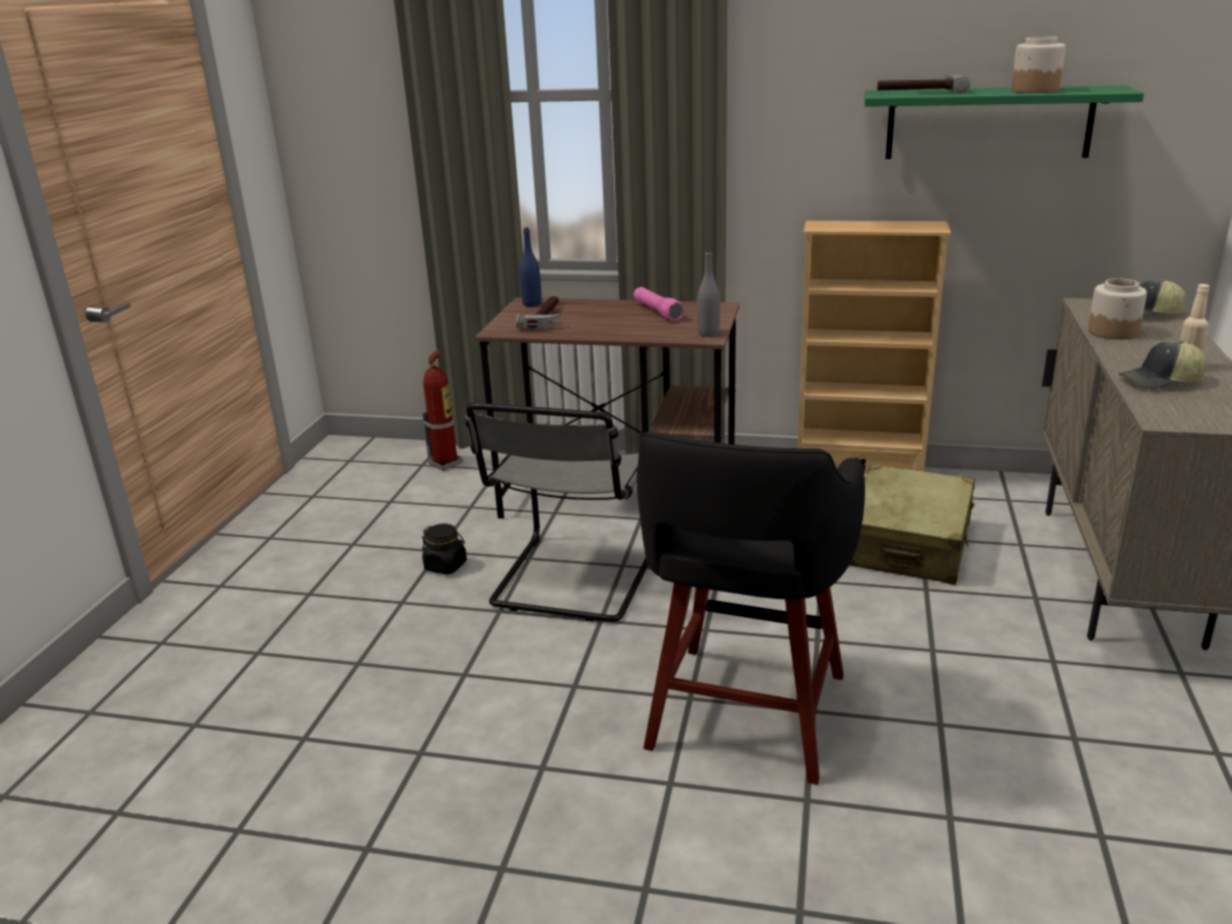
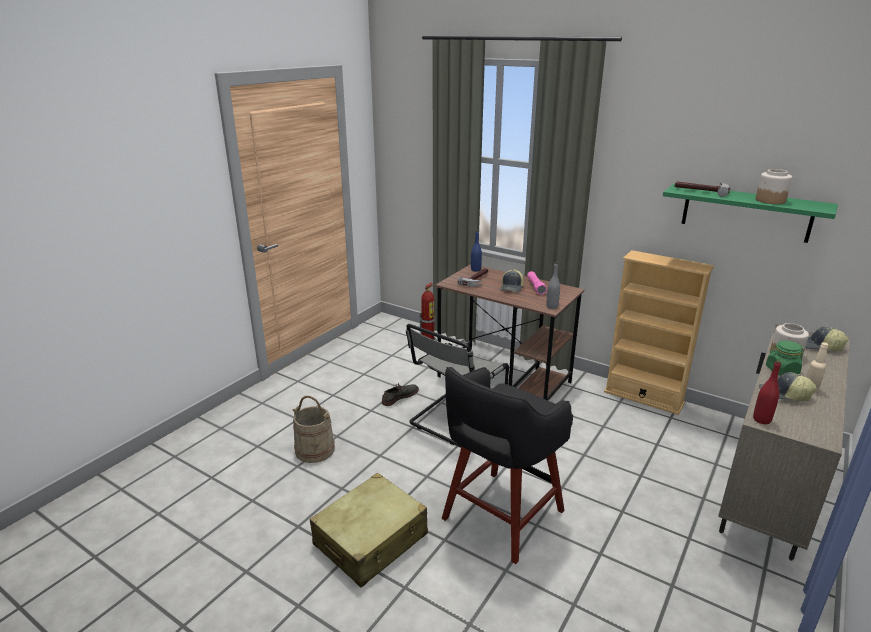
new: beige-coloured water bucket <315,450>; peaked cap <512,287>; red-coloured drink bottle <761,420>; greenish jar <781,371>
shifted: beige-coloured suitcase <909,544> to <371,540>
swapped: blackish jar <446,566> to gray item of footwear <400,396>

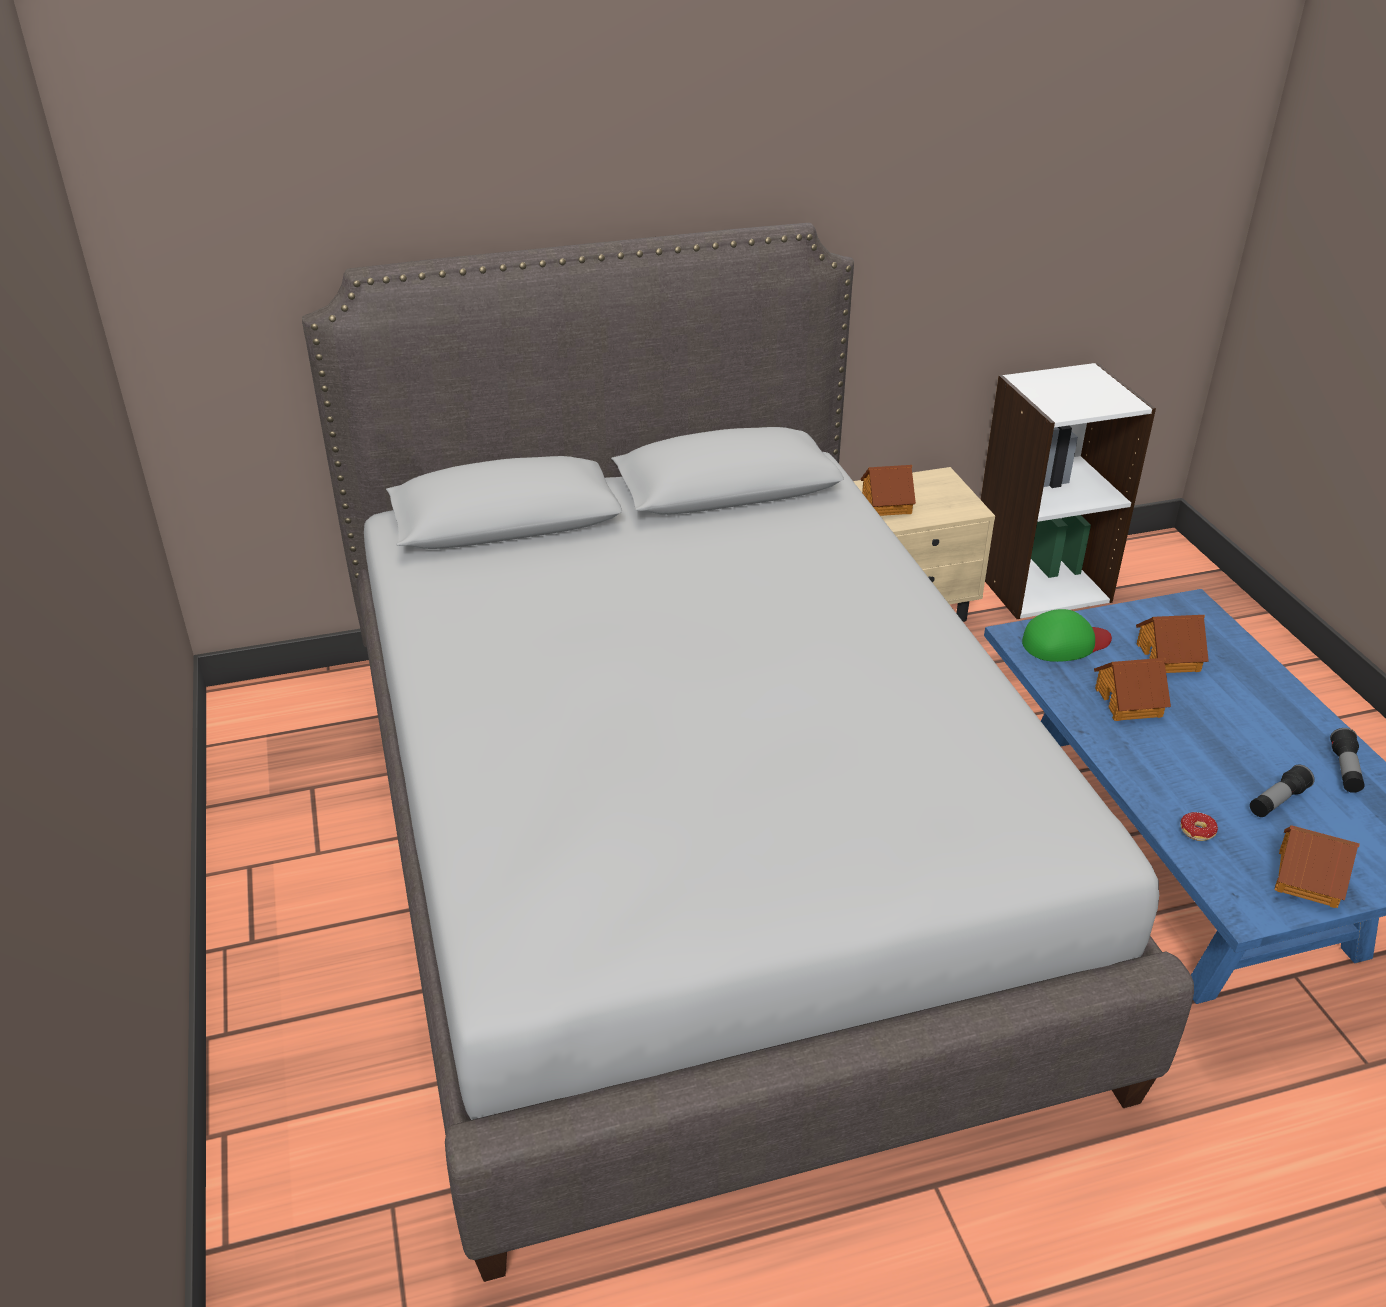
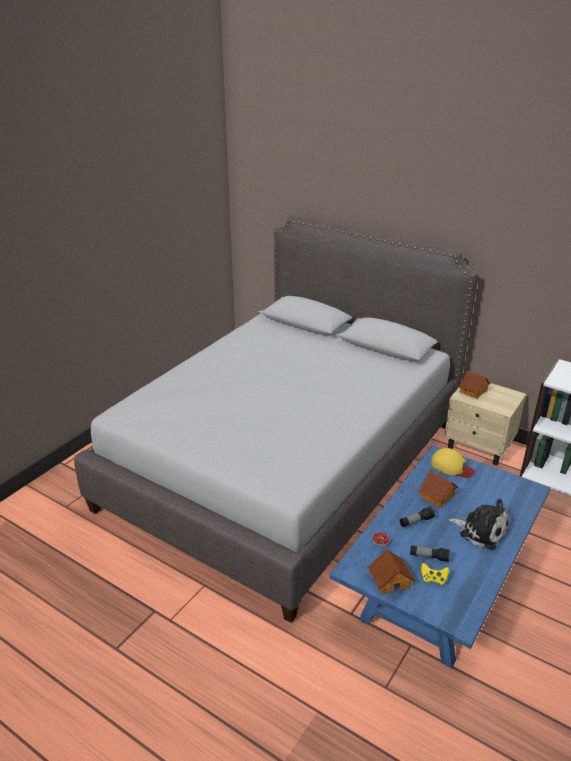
gone: miniature house <1169,657>
new: yellow game controller <433,579>; plush toy <480,530>
shifted: torch <1344,770> to <416,521>
repainted: greenish peaked cap <1065,643> to yellow peaked cap <451,466>

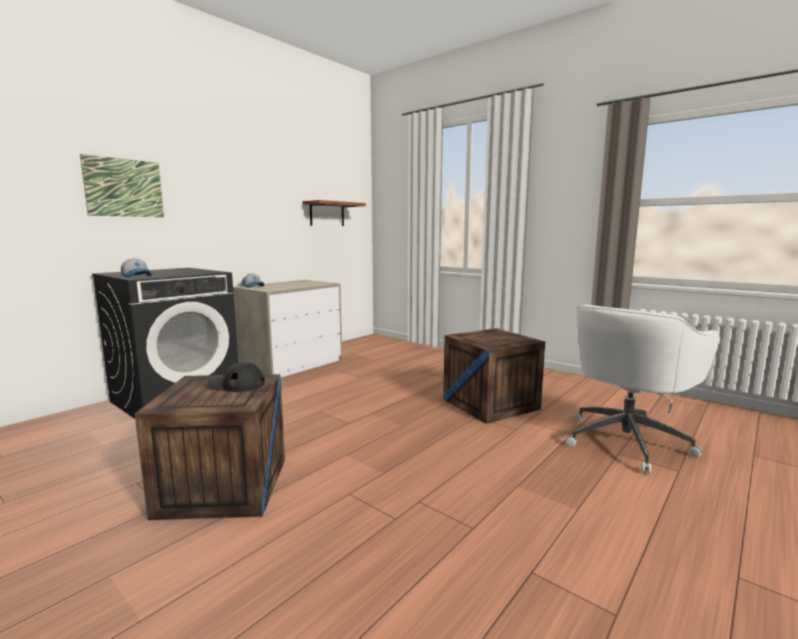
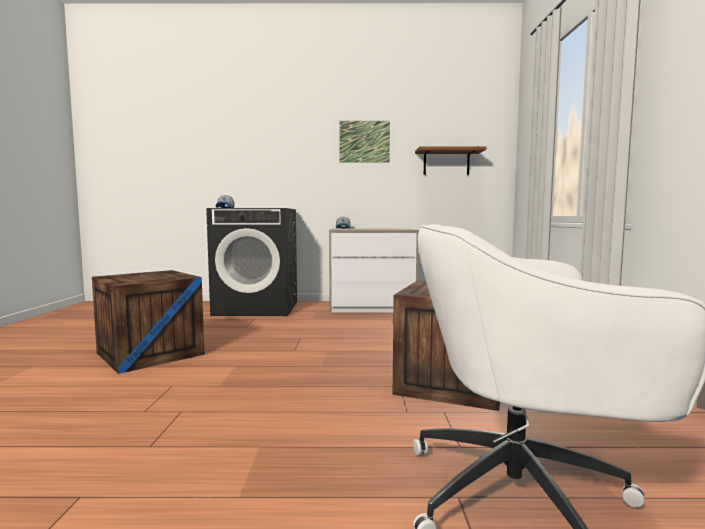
gone: blackish peaked cap <236,385>
shifted: picture <124,187> to <364,141>

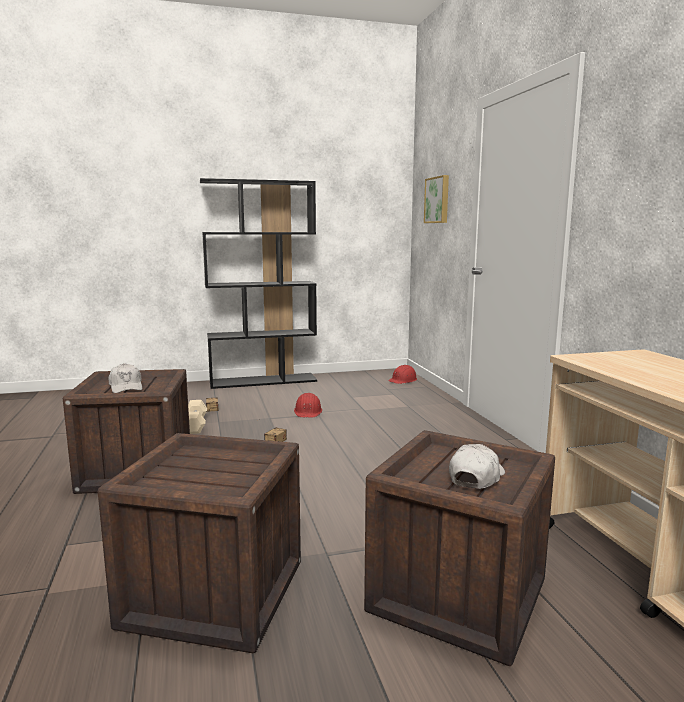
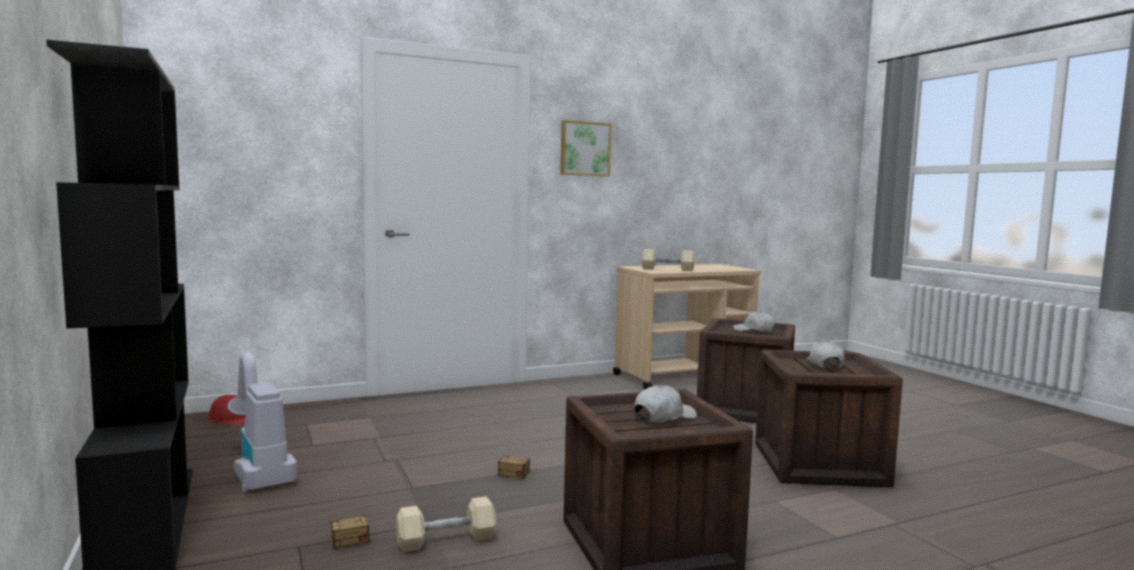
gone: red-coloured work helmet <308,411>
new: vacuum <258,469>; beige-coloured dumbbell <667,269>; white-coloured peaked cap <824,364>
shifted: picture <438,200> to <584,149>

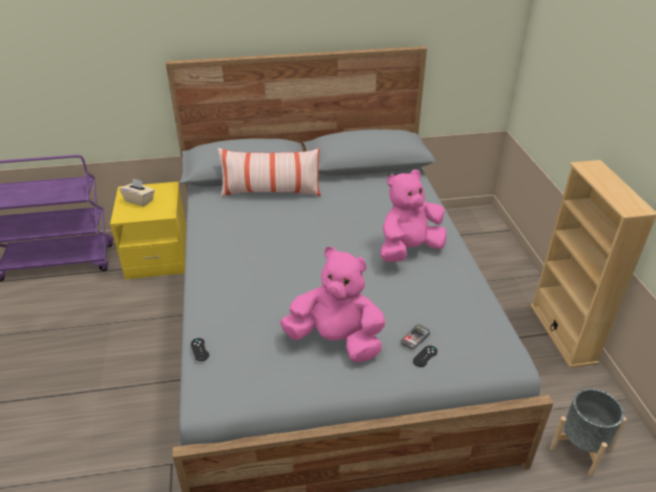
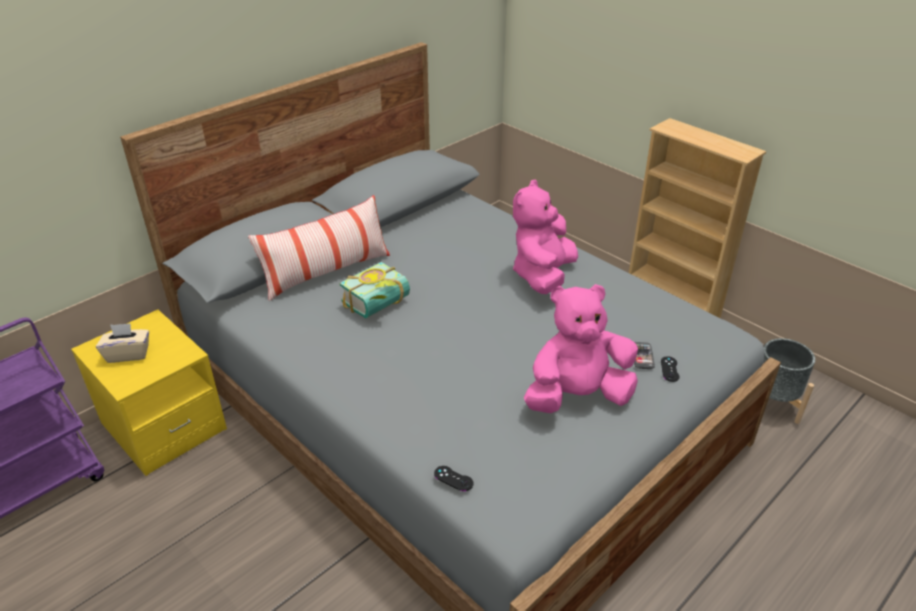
new: book <380,305>

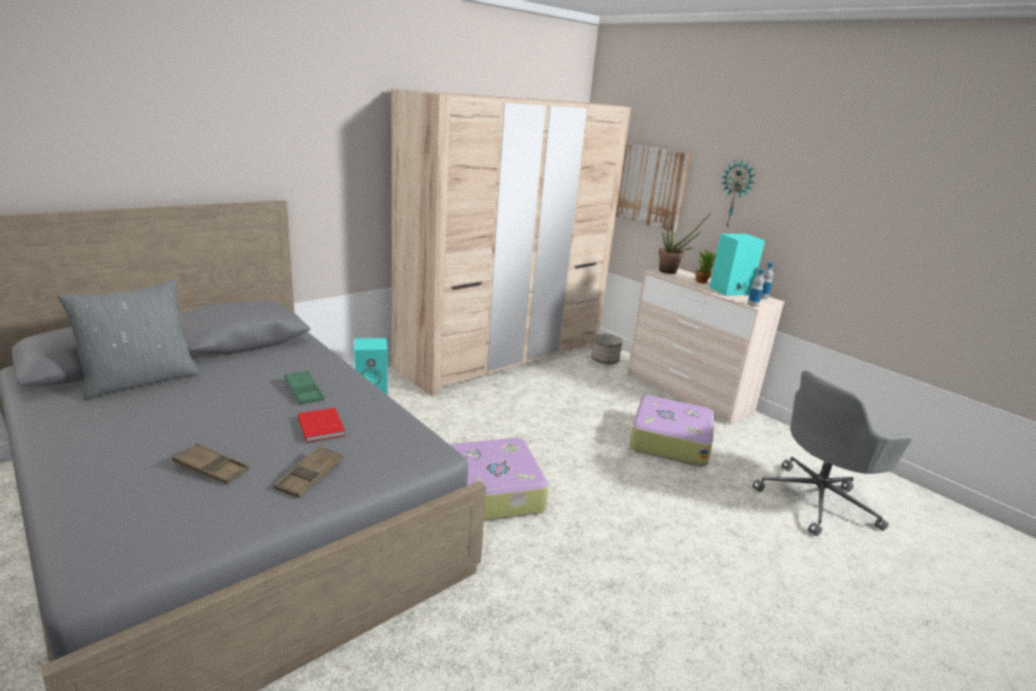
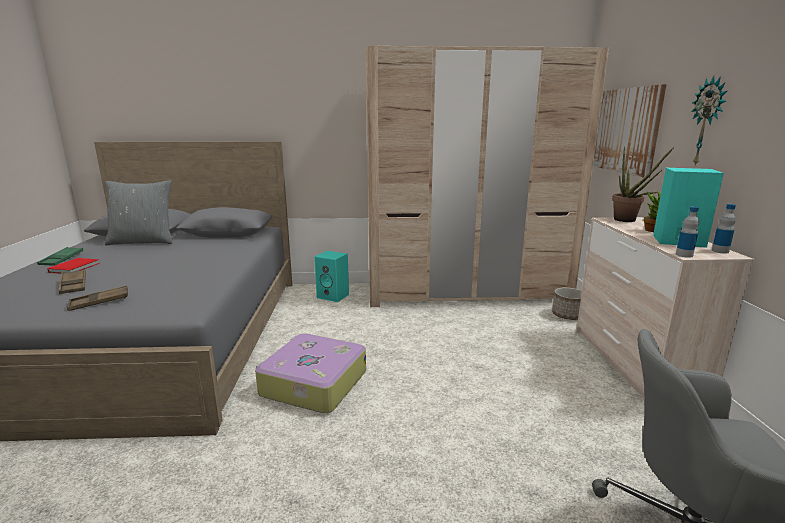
gone: suitcase <669,440>
shifted: greenish carrying tray <304,391> to <62,259>; red-coloured book <321,426> to <76,267>

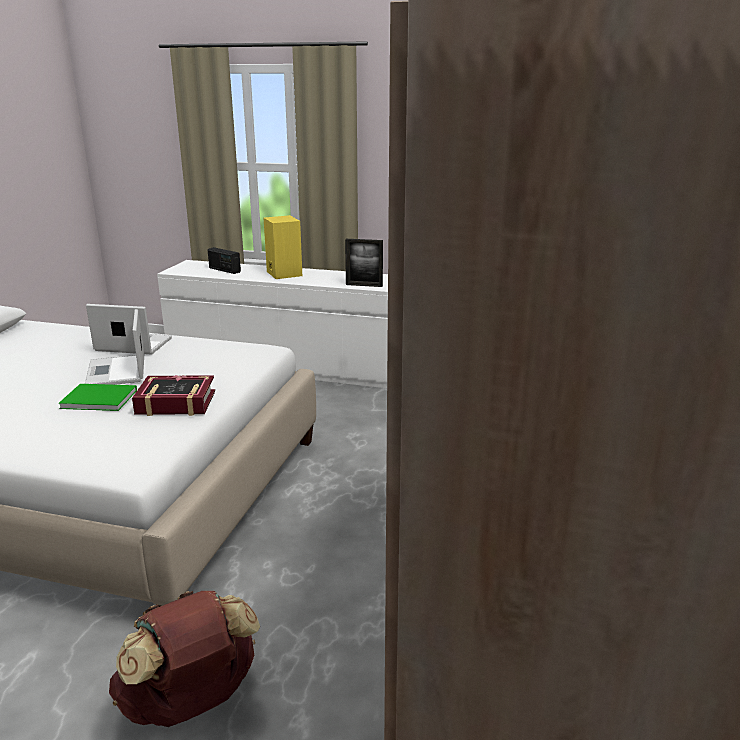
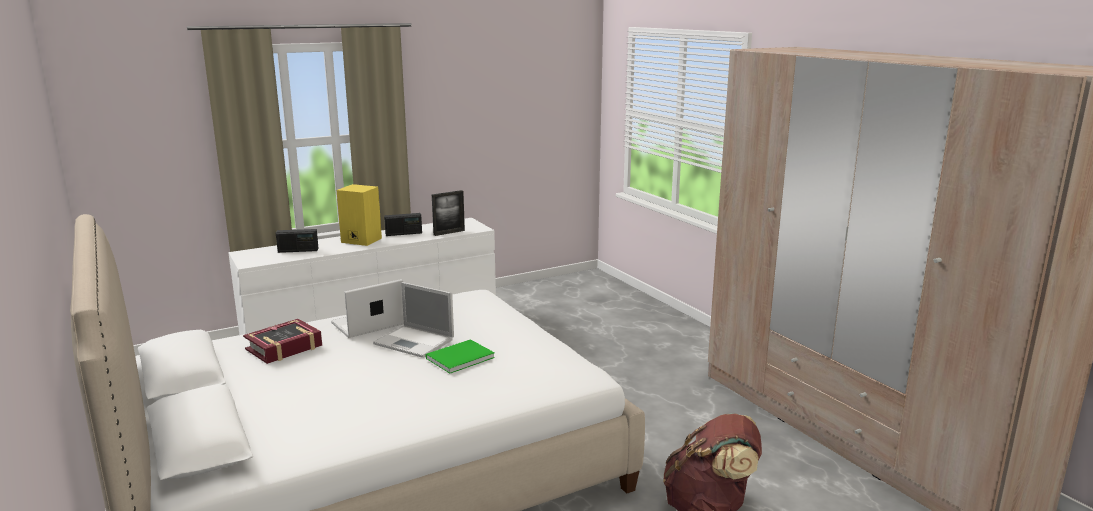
new: radio set <403,233>
shifted: book <176,403> to <284,348>

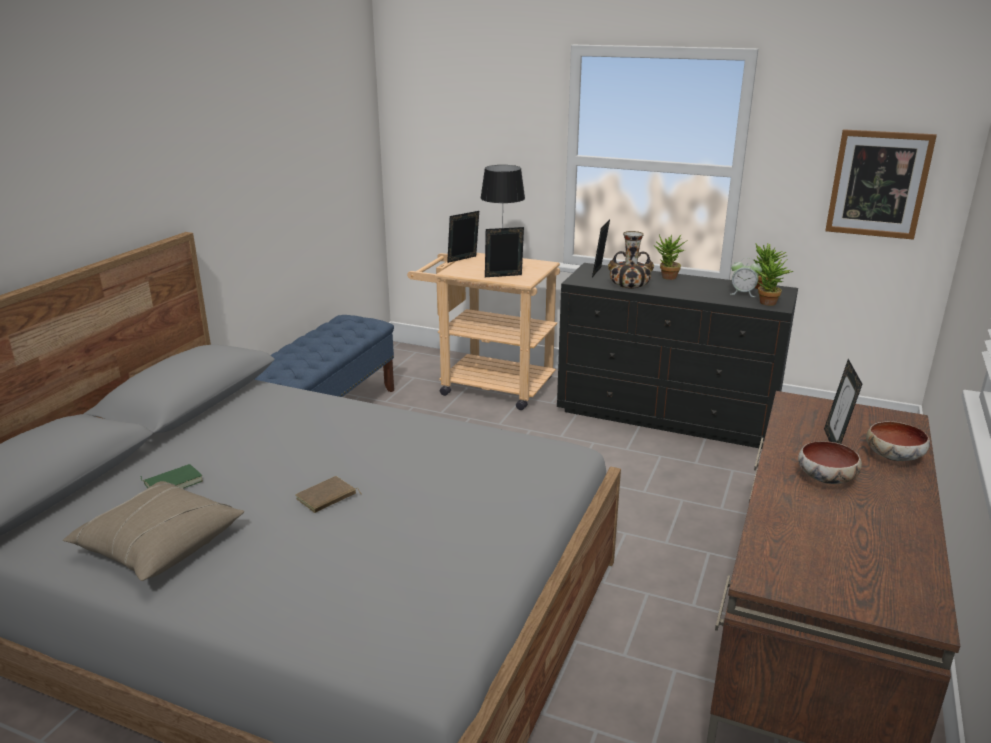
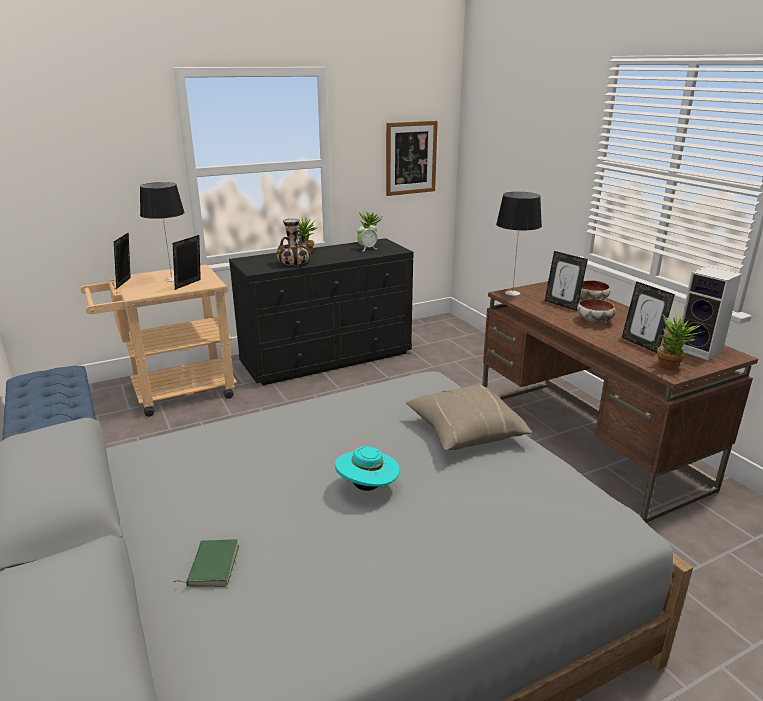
new: table lamp <513,293>; speaker <700,351>
shifted: beige-coloured pillow <159,545> to <465,432>; photo frame <599,272> to <641,344>; potted plant <768,304> to <672,367>
swapped: brown book <327,498> to turquoise clothing hat <367,487>

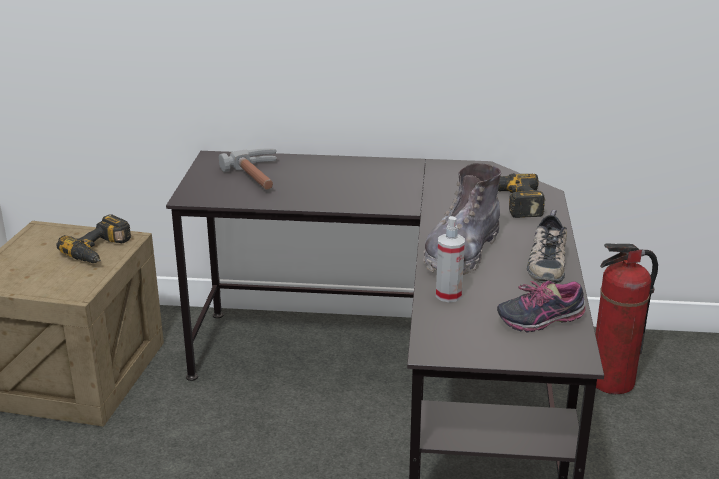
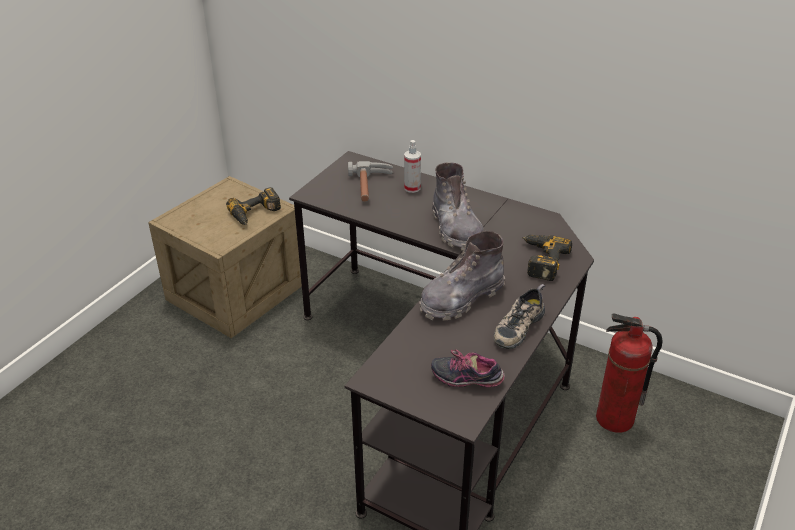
new: gray high-top boot <456,229>
shifted: hand sprayer <448,295> to <412,188>

